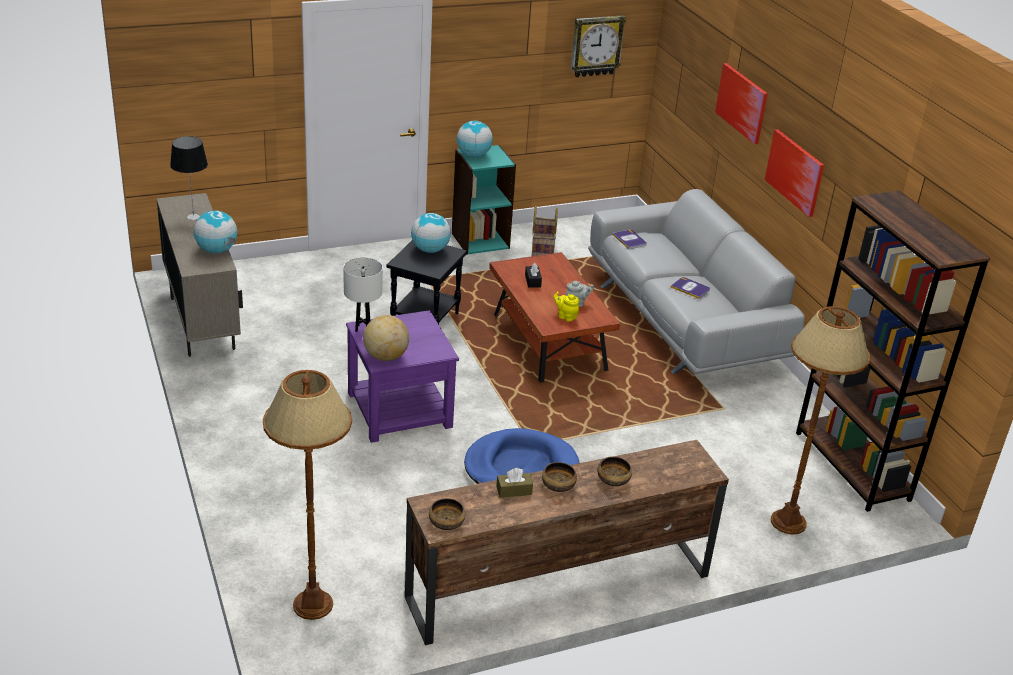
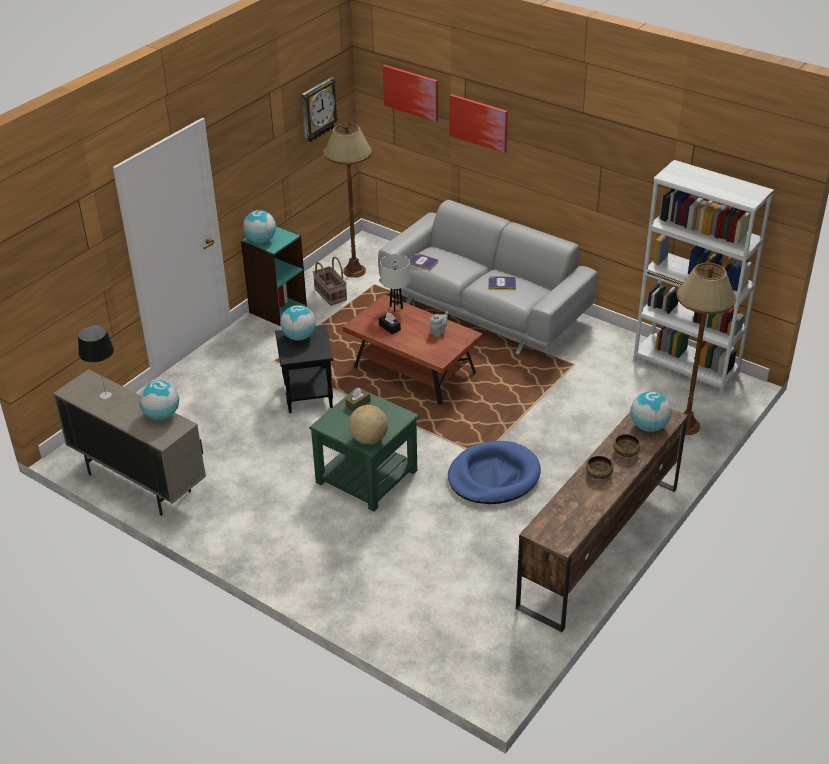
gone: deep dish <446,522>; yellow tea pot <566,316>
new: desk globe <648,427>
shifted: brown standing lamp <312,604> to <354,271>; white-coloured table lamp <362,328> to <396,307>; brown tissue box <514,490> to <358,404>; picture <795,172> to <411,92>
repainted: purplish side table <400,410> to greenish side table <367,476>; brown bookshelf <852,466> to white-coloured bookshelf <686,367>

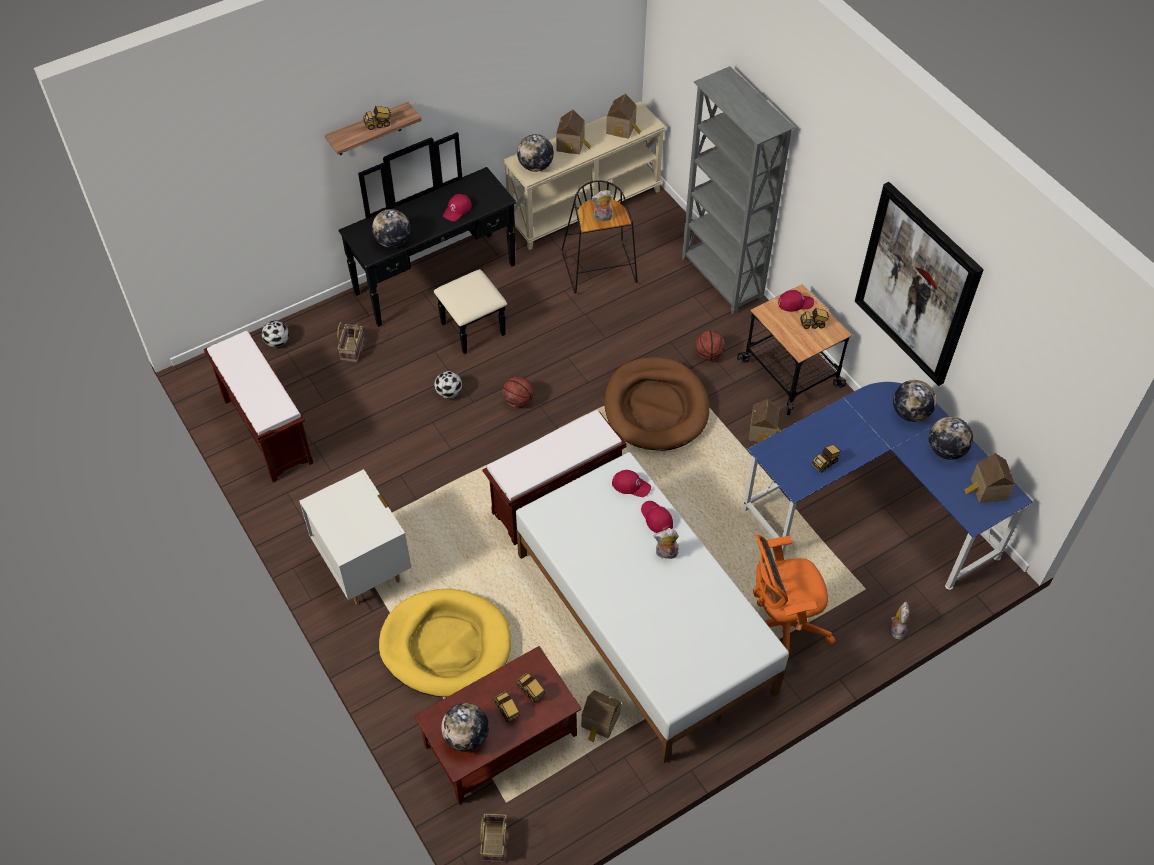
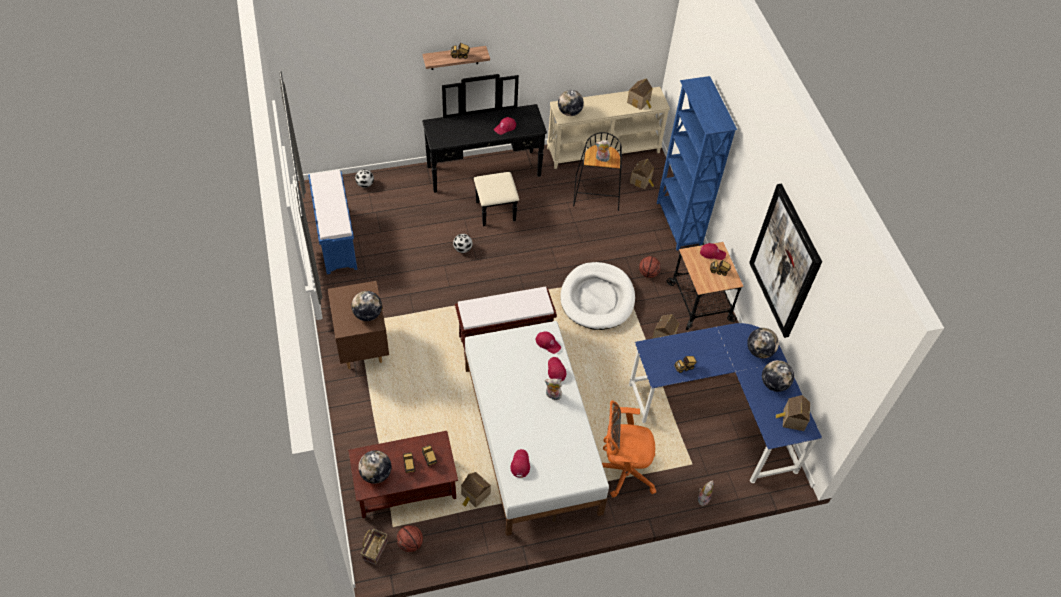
gone: household basket <352,348>; yellow dog bed <446,645>
new: red-coloured peaked cap <520,464>
shifted: desk globe <393,241> to <368,314>; basketball <518,401> to <410,543>; miniature house <572,144> to <641,181>
repainted: brown indoor bench <266,430> to blue-coloured indoor bench <336,239>; white-coloured night table <364,568> to brown night table <362,347>; brown dog bed <655,407> to white-coloured dog bed <597,298>; gray bookshelf <721,279> to blue-coloured bookshelf <678,224>

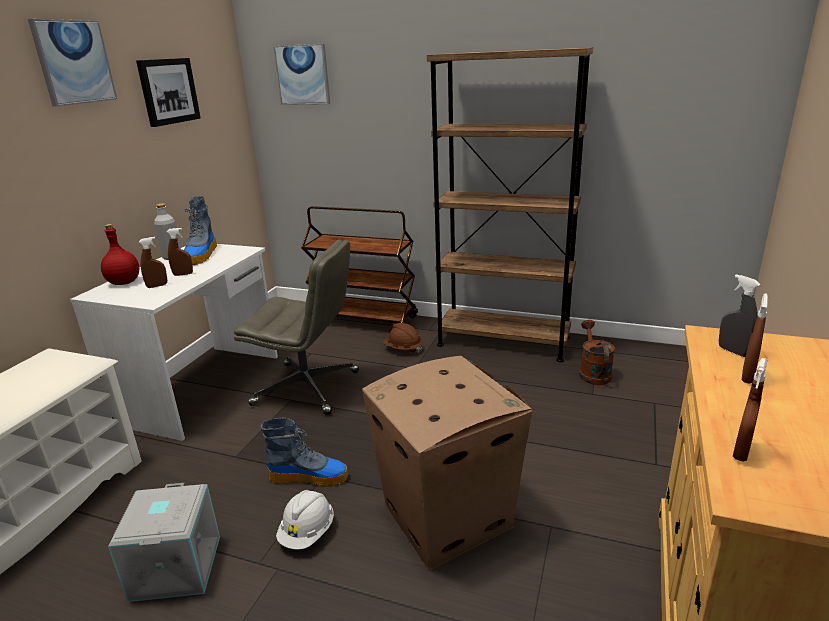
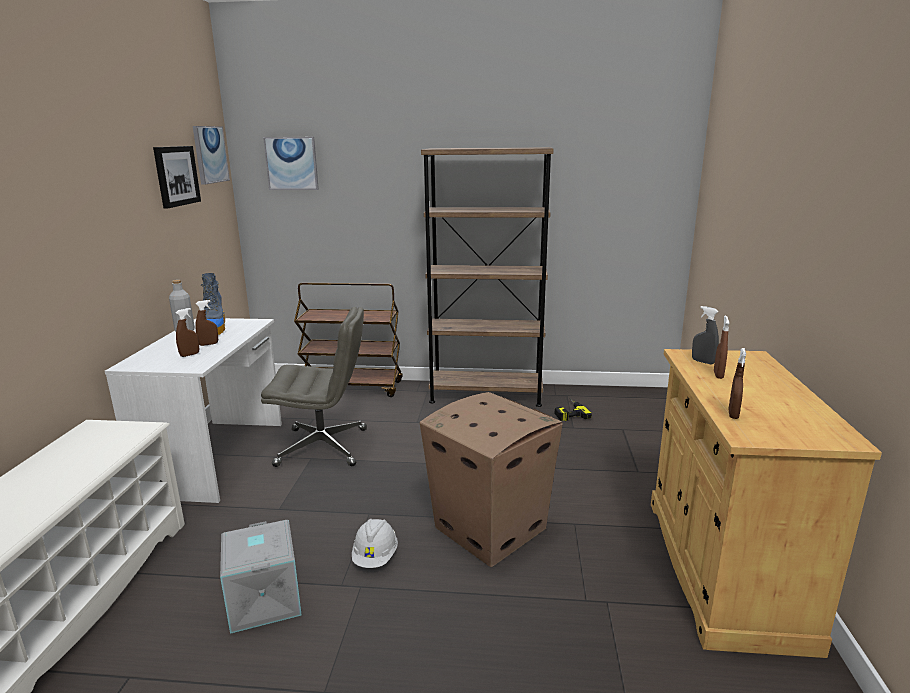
gone: red-coloured drink bottle <123,282>; high-top boot <309,476>; brown work helmet <403,349>
shifted: picture <74,62> to <210,154>
swapped: brown watering can <593,372> to power drill <568,412>

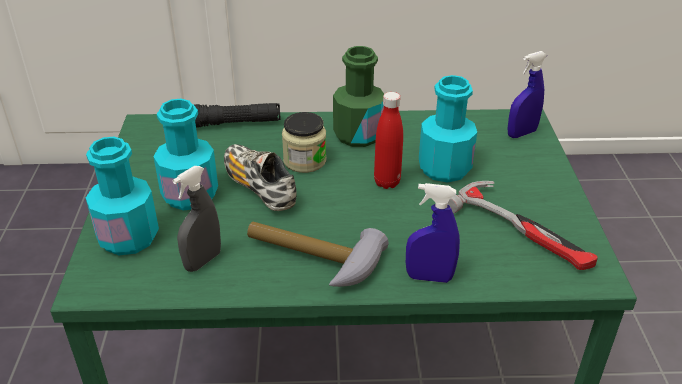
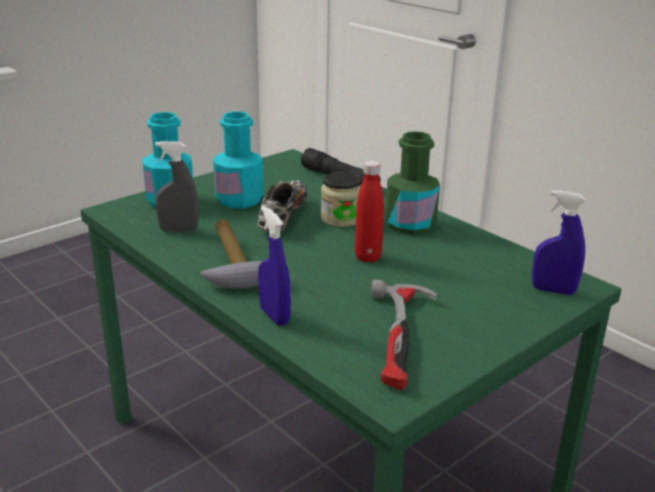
gone: turquoise drink bottle <444,168>

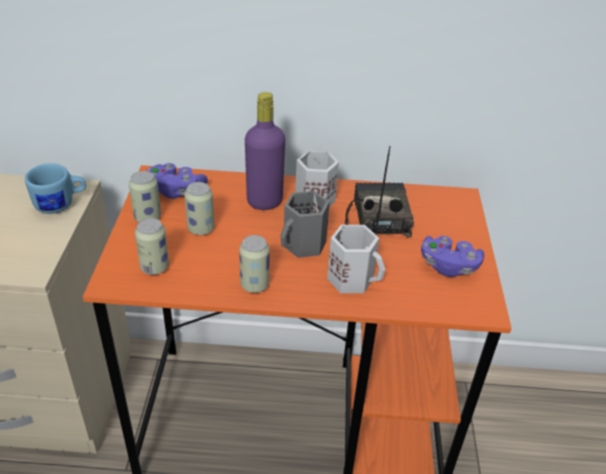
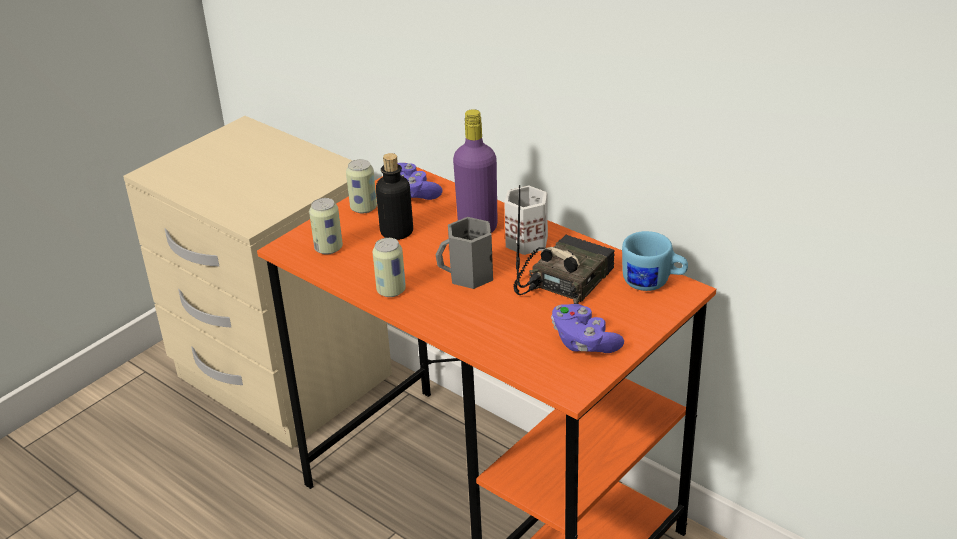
gone: white-coloured mug <352,278>
shifted: blue-coloured mug <61,204> to <653,283>
swapped: sealed can <201,229> to drink bottle <396,232>

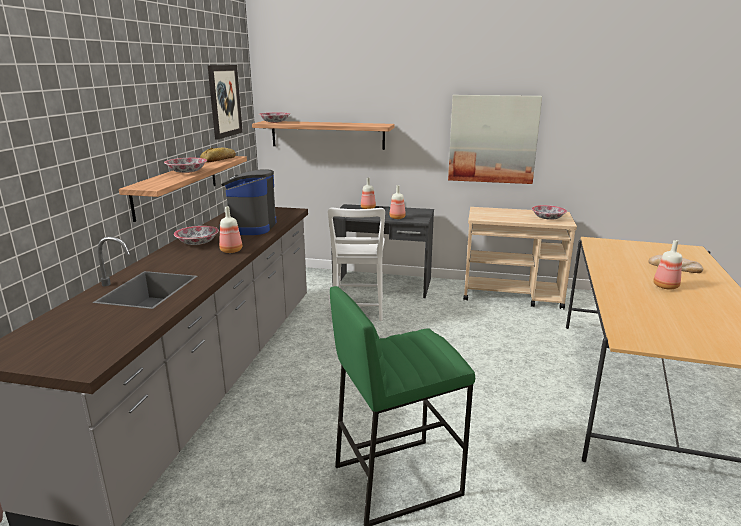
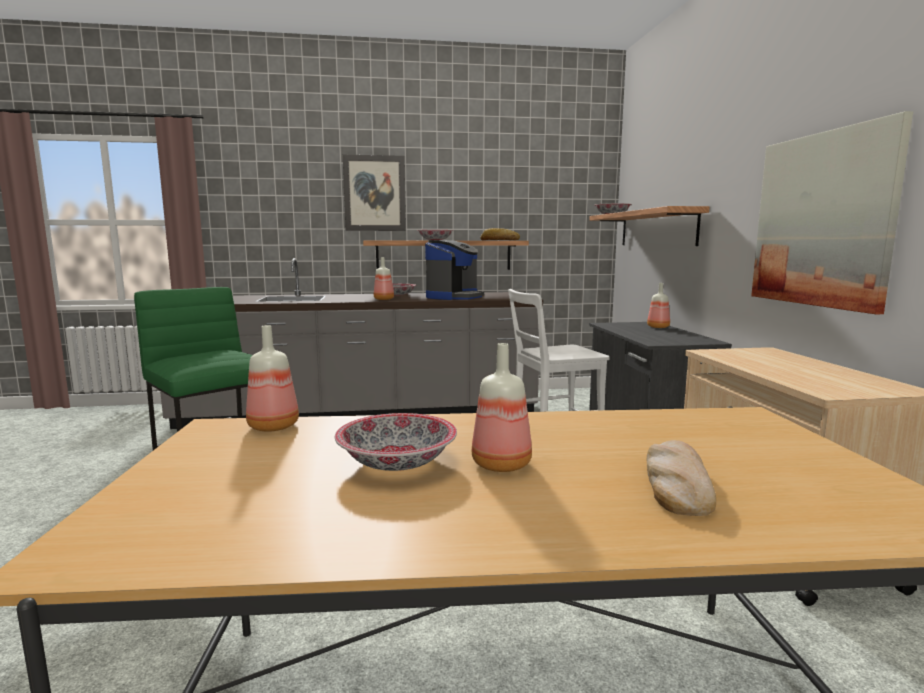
shifted: picture <224,101> to <374,193>; drink bottle <397,217> to <275,426>; deep dish <547,218> to <397,462>
rotated: coffee machine <250,227> = <454,297> 135 degrees clockwise

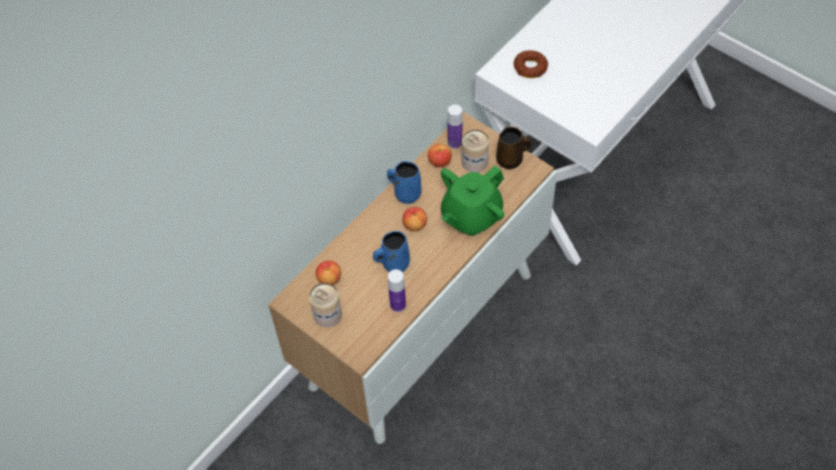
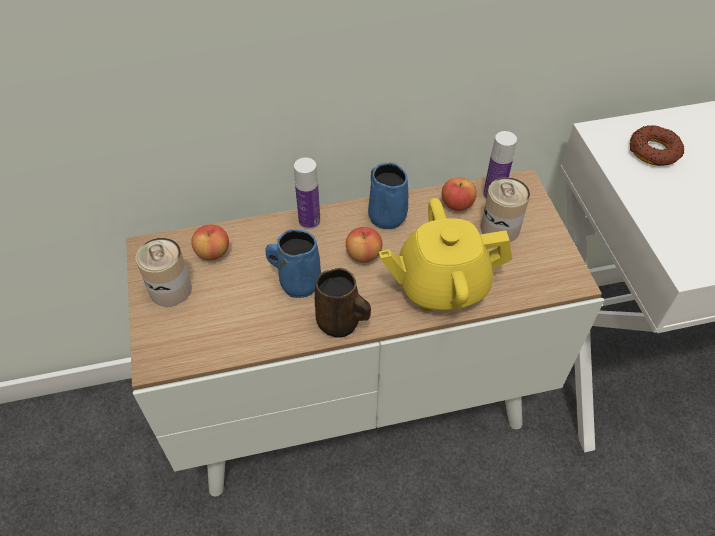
shifted: drink bottle <398,305> to <309,221>; brown mug <511,160> to <340,323>
repainted: greenish tea pot <471,215> to yellow tea pot <441,285>

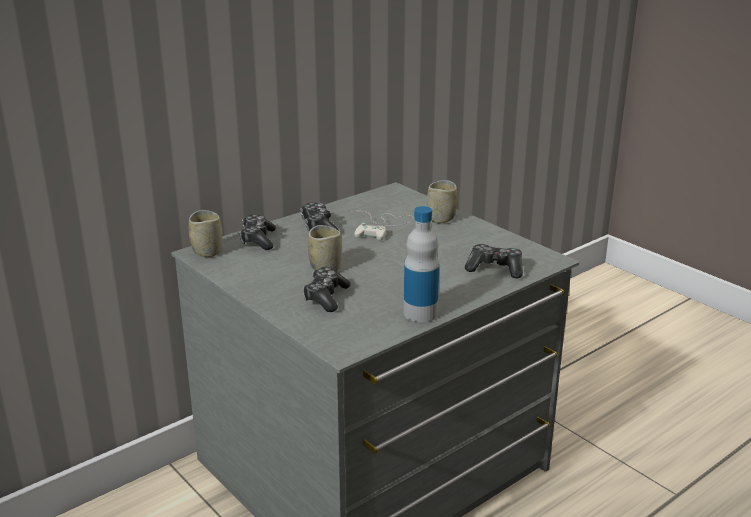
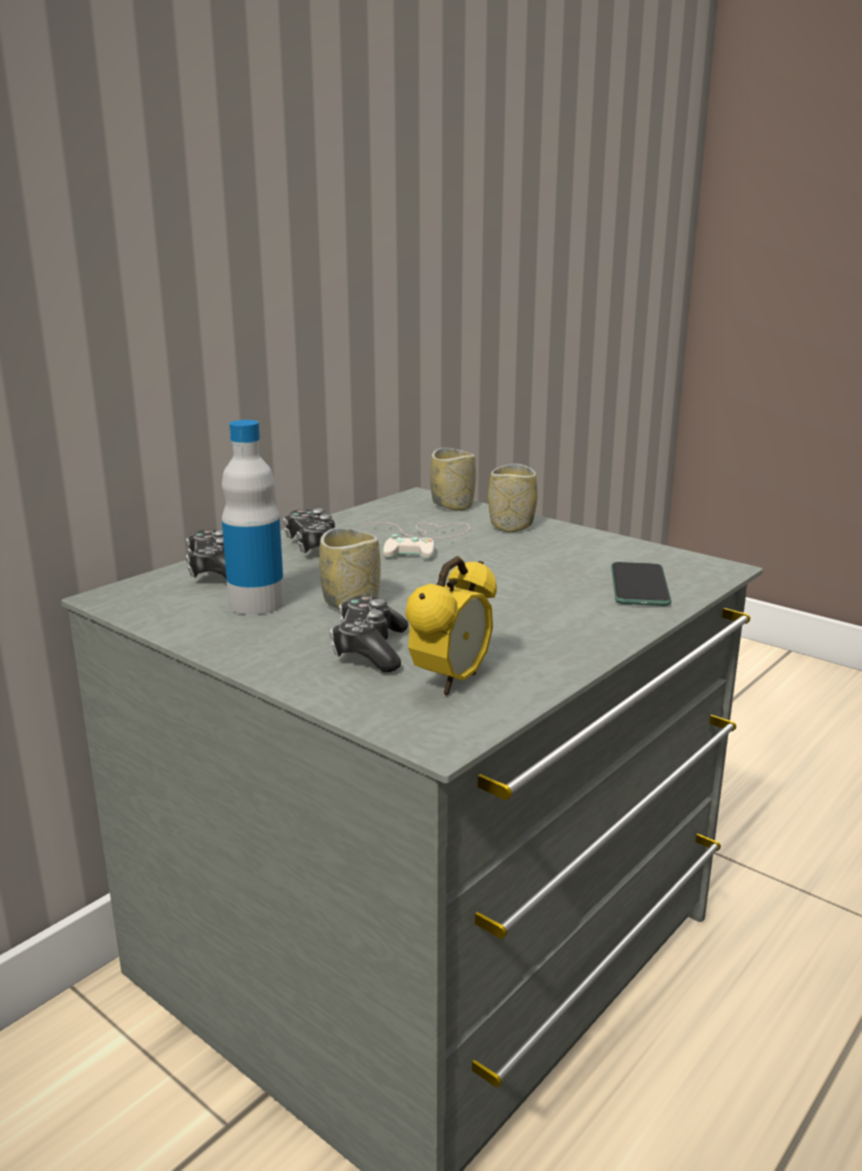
new: table clock <451,682>
shifted: drinking cup <207,251> to <452,506>; drink bottle <420,313> to <256,603>
swapped: game controller <495,269> to phone <639,586>

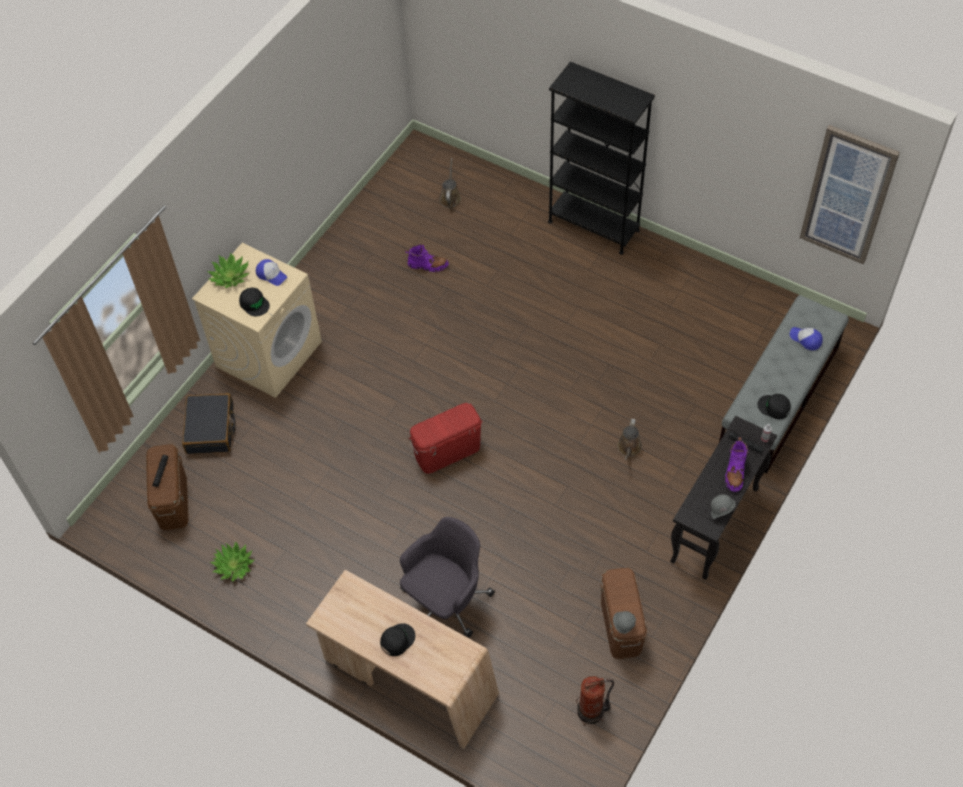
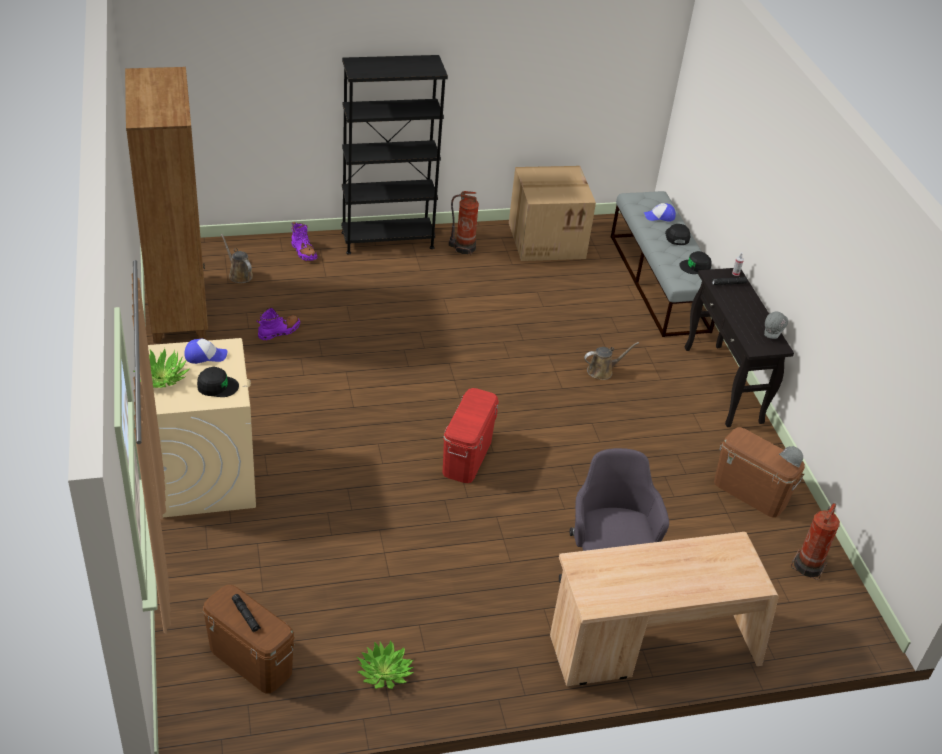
gone: blackish suitcase <210,429>; picture <848,195>
new: brown bookshelf <179,308>; extinguisher <463,247>; packing box <547,239>
shifted: blackish peaked cap <397,640> to <677,237>; purplish high-top boot <735,472> to <303,251>
rotated: brown watering can <629,448> = <602,371> 75 degrees counterclockwise

